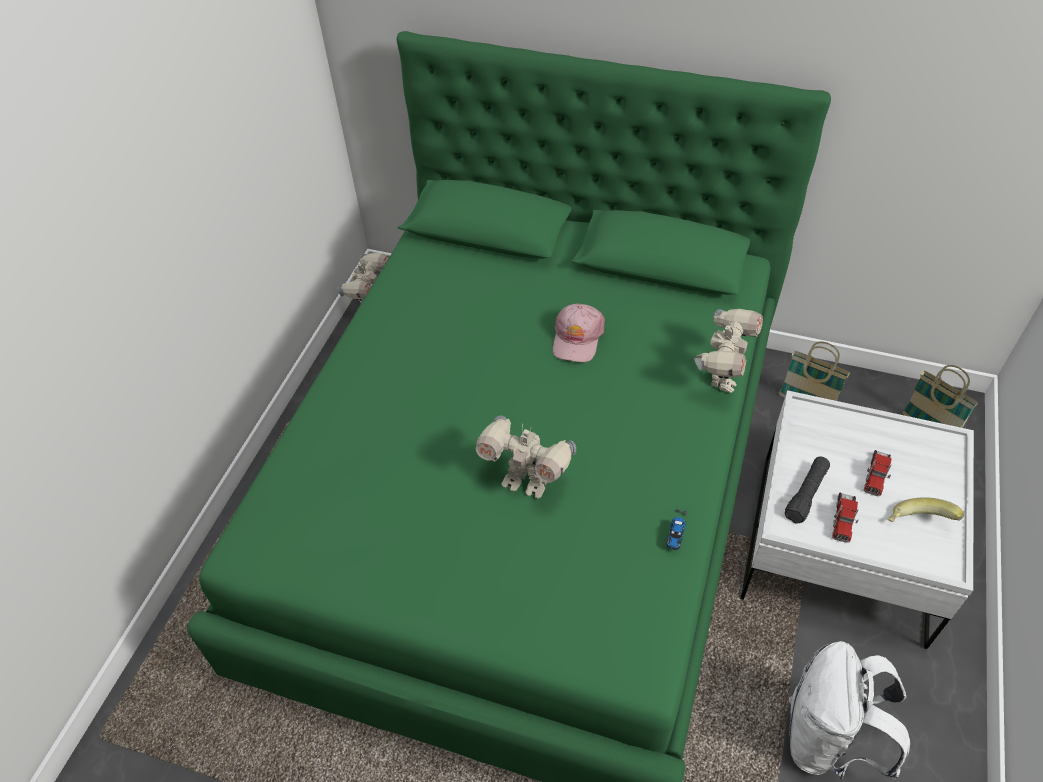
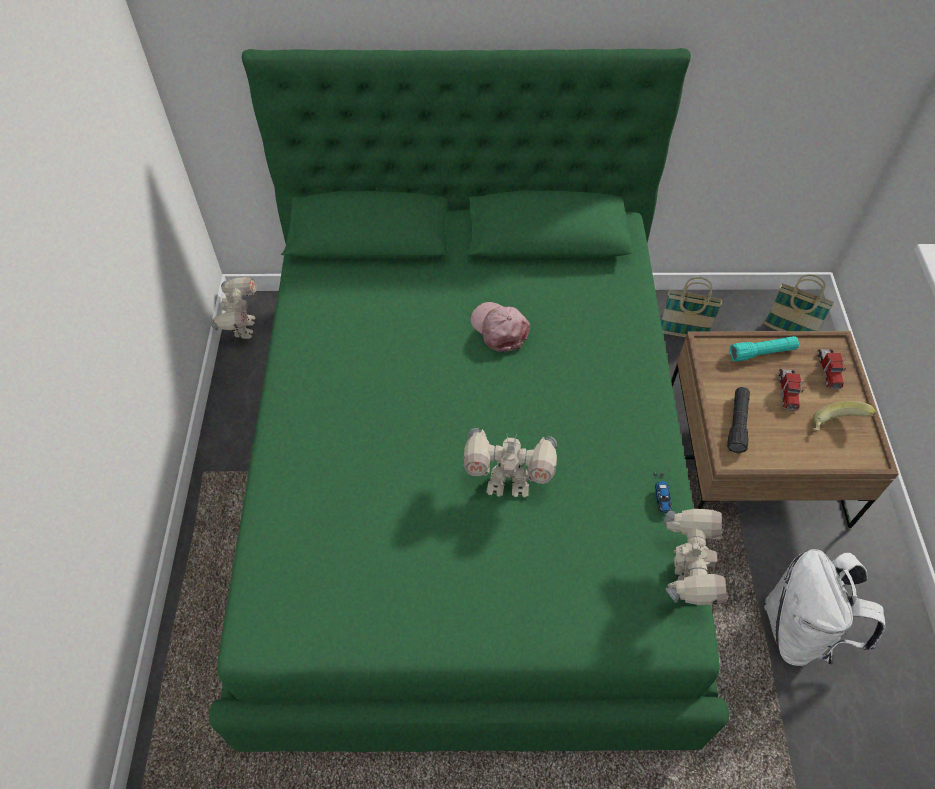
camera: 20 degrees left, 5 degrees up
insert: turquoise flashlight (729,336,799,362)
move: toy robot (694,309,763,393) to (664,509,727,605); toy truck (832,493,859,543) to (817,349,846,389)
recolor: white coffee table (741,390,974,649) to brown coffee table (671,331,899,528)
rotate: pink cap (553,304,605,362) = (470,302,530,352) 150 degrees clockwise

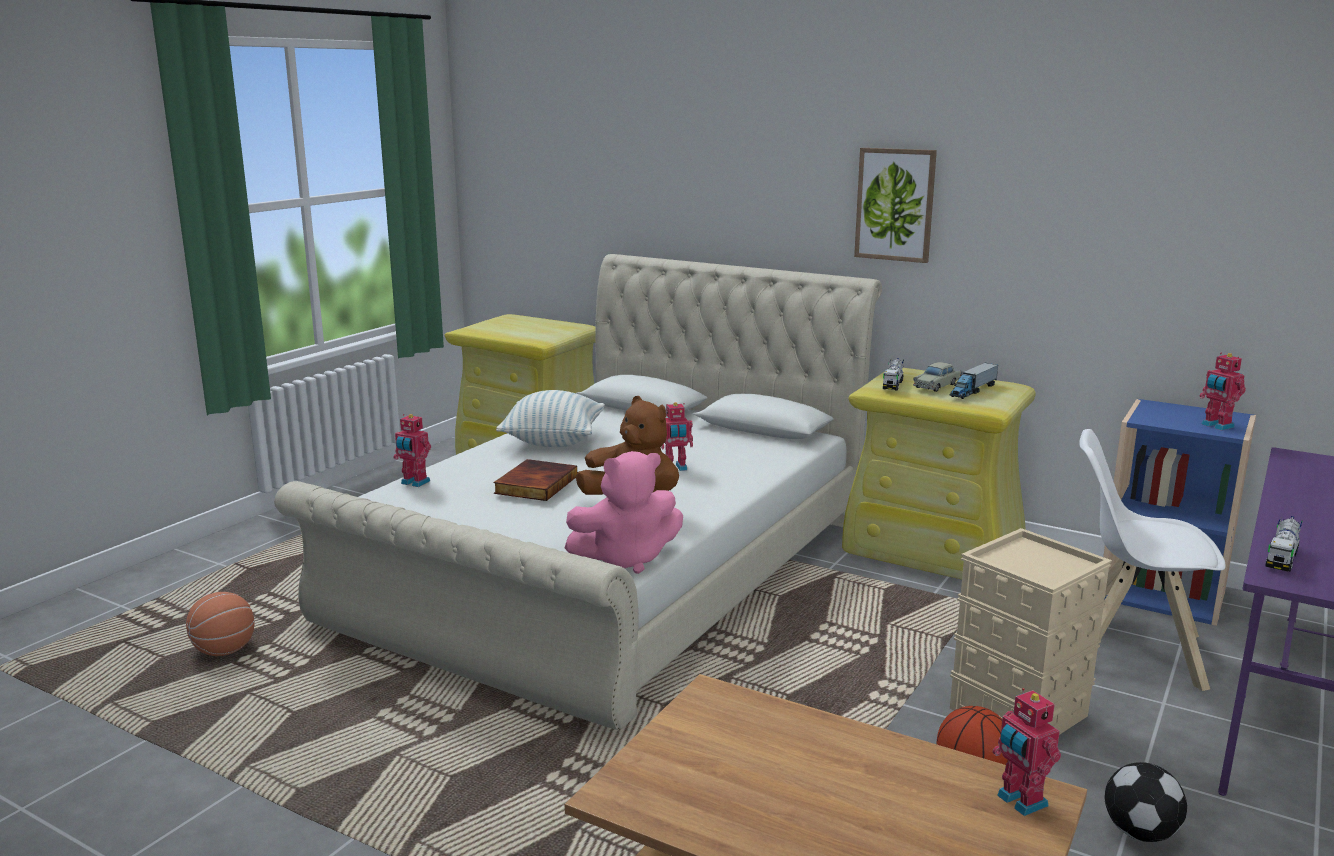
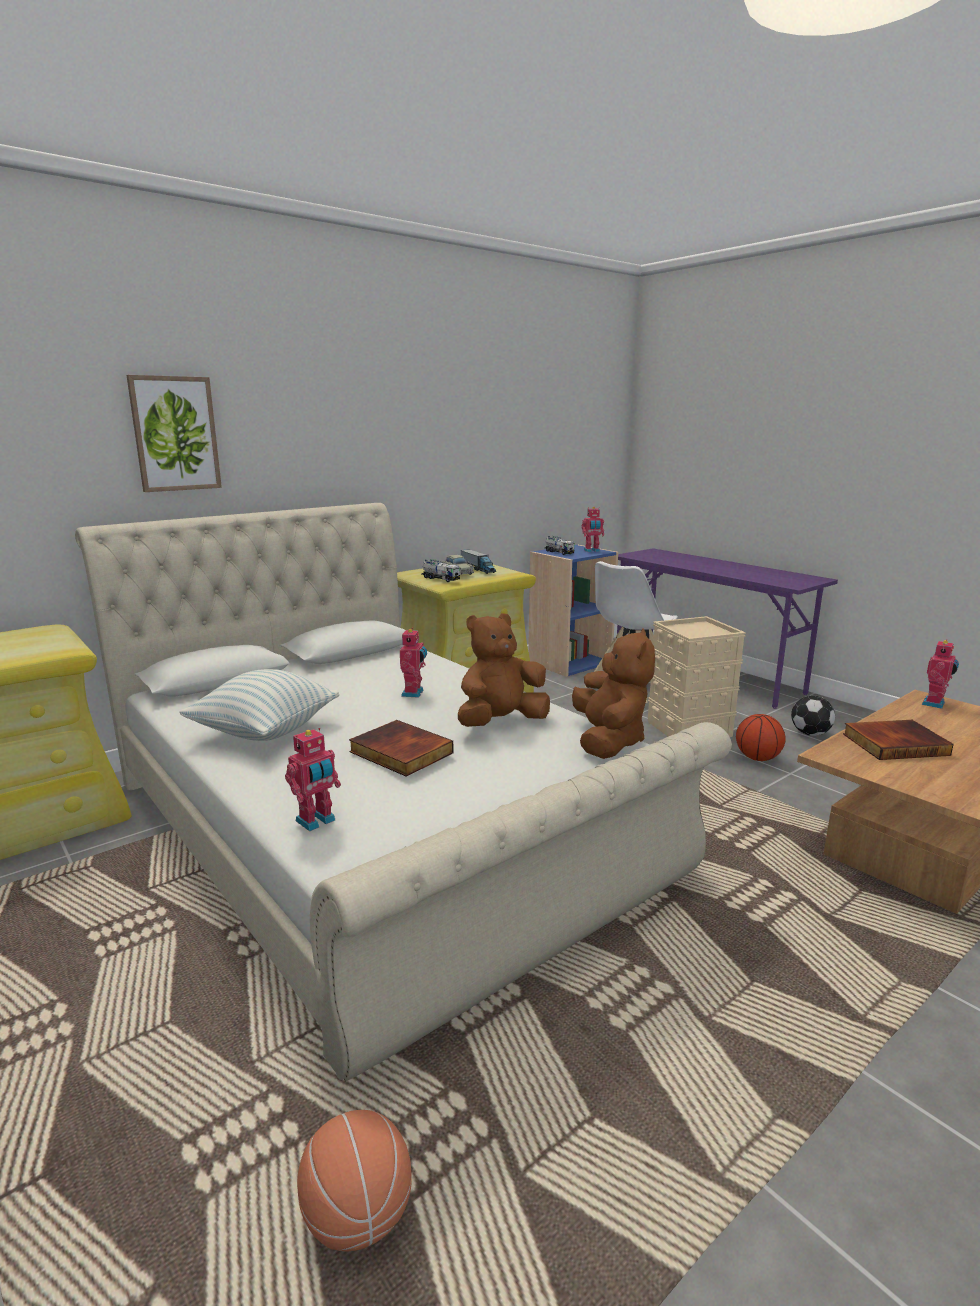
camera: 70 degrees left, 0 degrees up
insert: book (843,720,954,760)
move: picture (854,148,937,263) to (127,375,222,492); toy truck (1265,516,1303,572) to (544,536,575,555)
recolor: pink plush toy (564,451,683,574) to brown plush toy (572,628,655,759)
rotate: toy robot (993,688,1061,816) = (922,639,959,709) 45 degrees counterclockwise

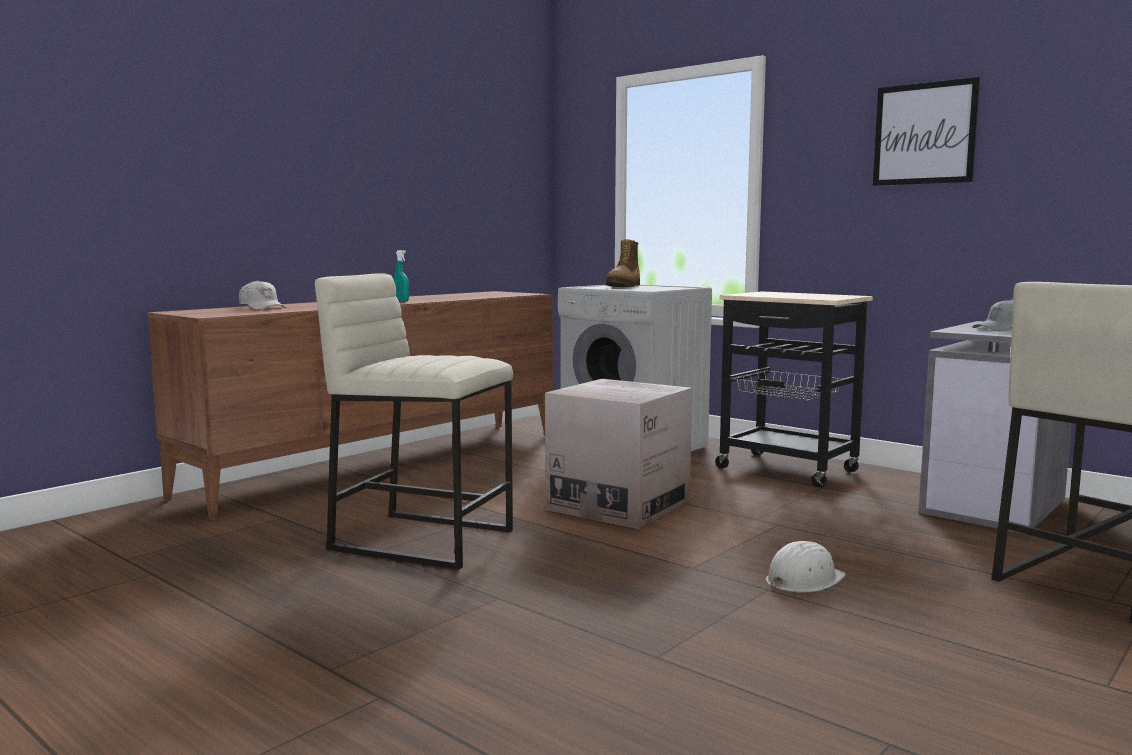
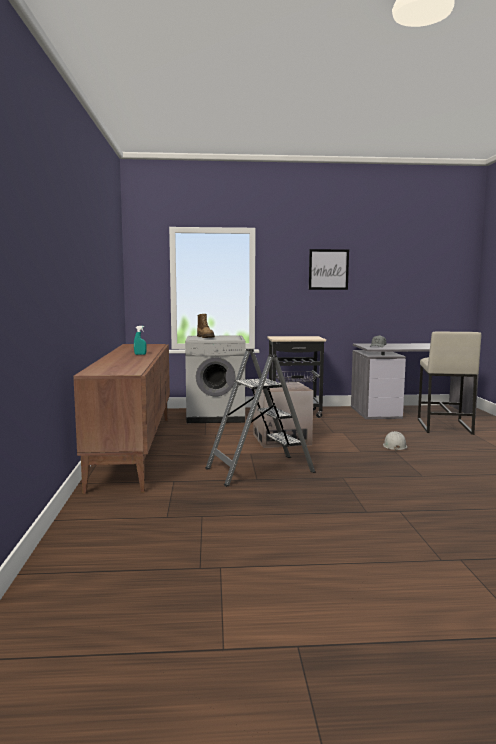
camera: 45 degrees left, 0 degrees up
delete: white cap (239,280,286,310)
replace: beige stool (315,273,513,570) to grey step ladder (205,349,316,487)

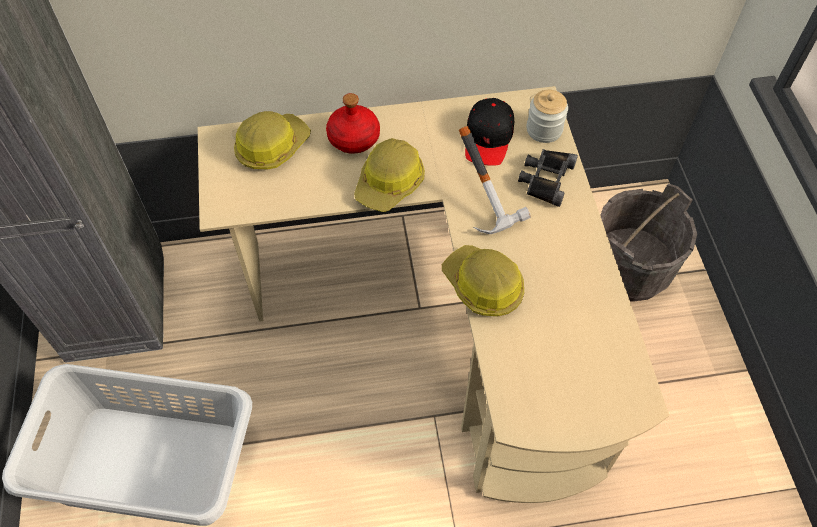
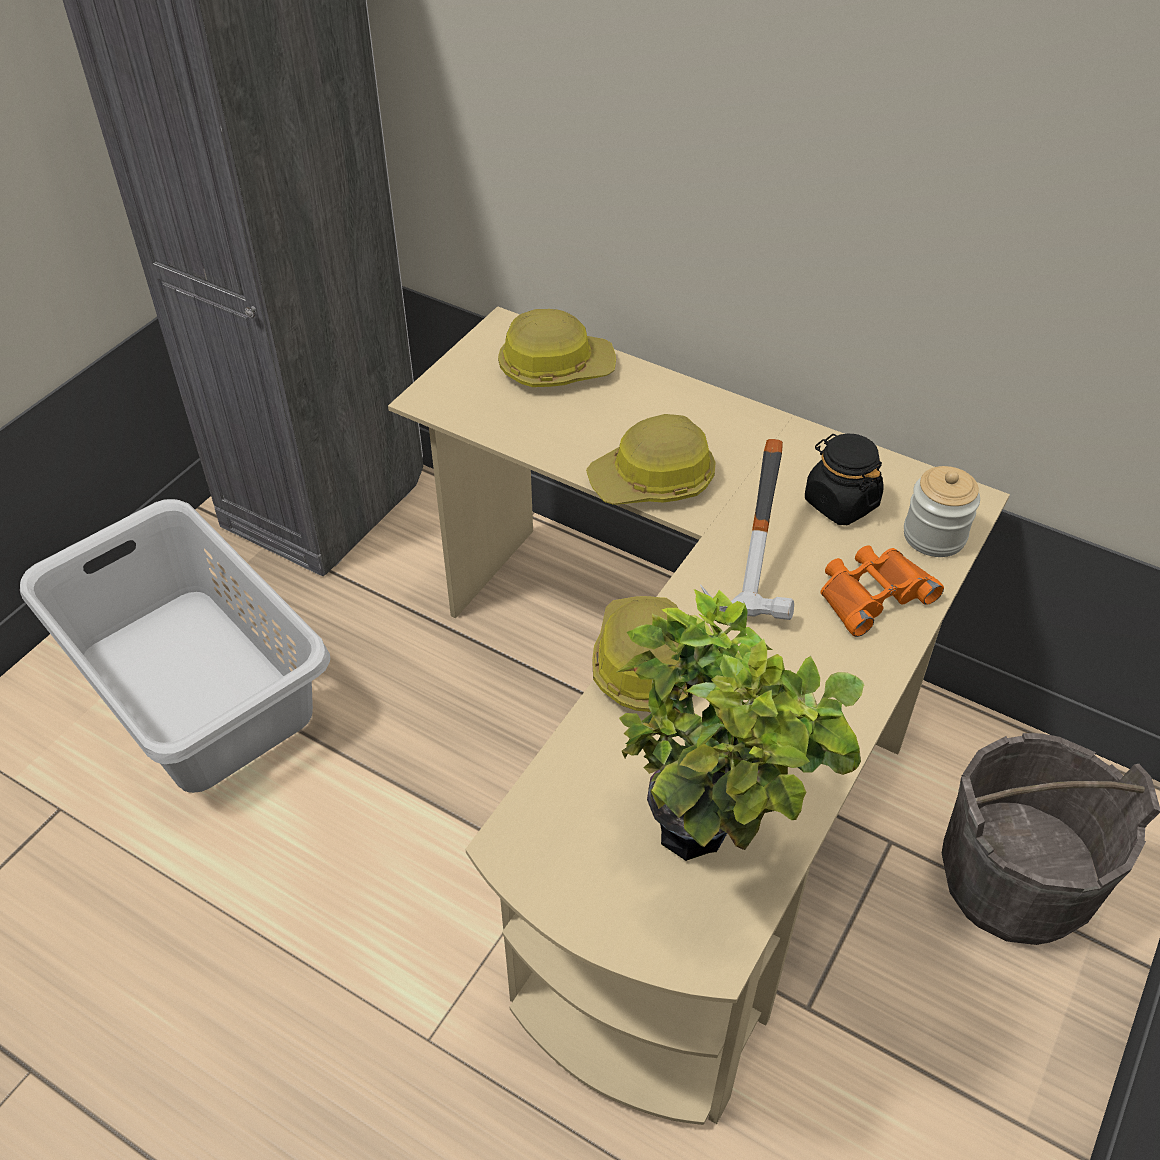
camera: 40 degrees right, 10 degrees down
delete: red bottle (326,93,380,154)
insert: potted plant (617,589,864,861)
replace: black cap (465,98,514,166) to black jar (805,434,883,525)
recolor: black binoculars (518,149,578,207) to orange binoculars (820,545,944,637)

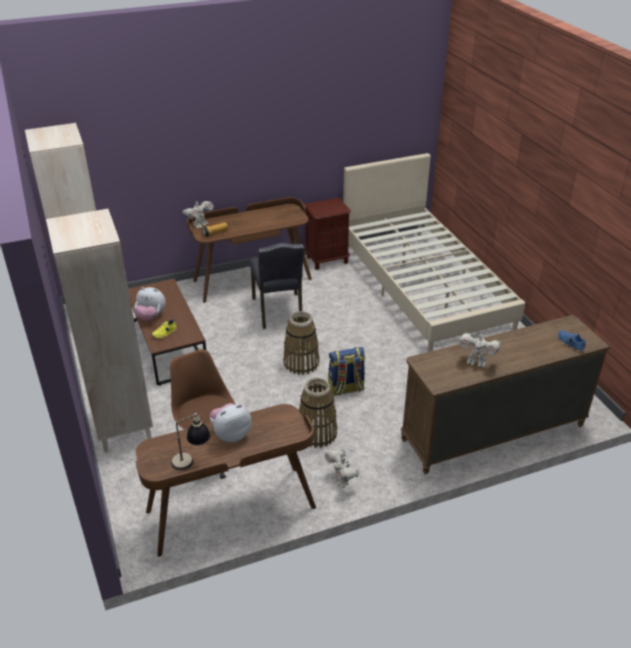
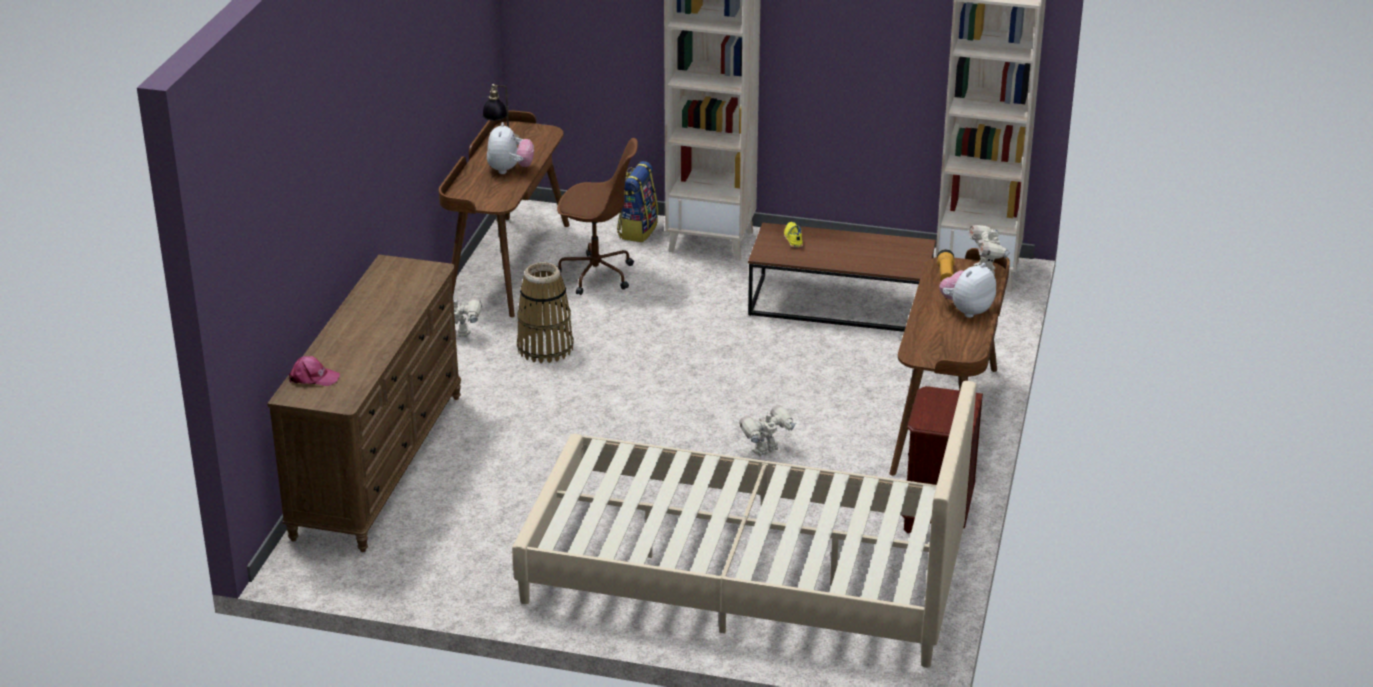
camera: 125 degrees right, 5 degrees down
delete: grey chair (250,243,304,329); basket (283,311,320,375)
move: plush toy (134,287,166,321) to (939,263,996,318); backpack (328,347,365,396) to (617,161,658,242); toy robot (459,333,501,367) to (739,405,796,456)
replace: blue shoe (558,330,586,352) to pink cap (289,356,340,386)

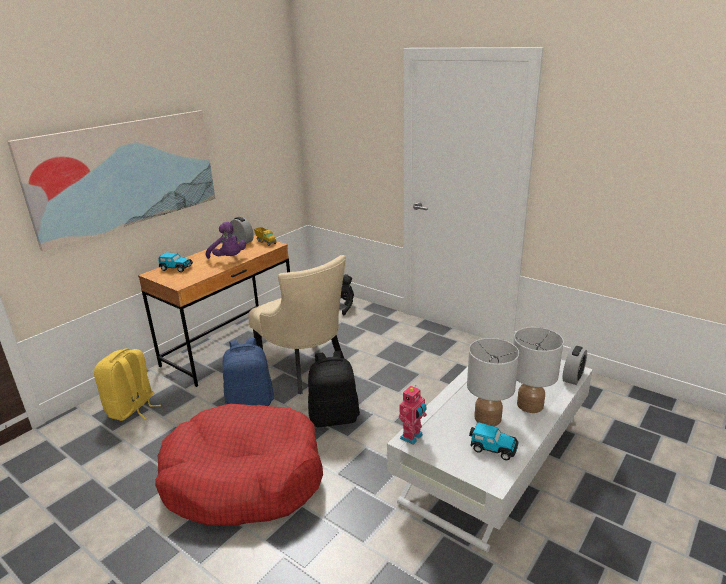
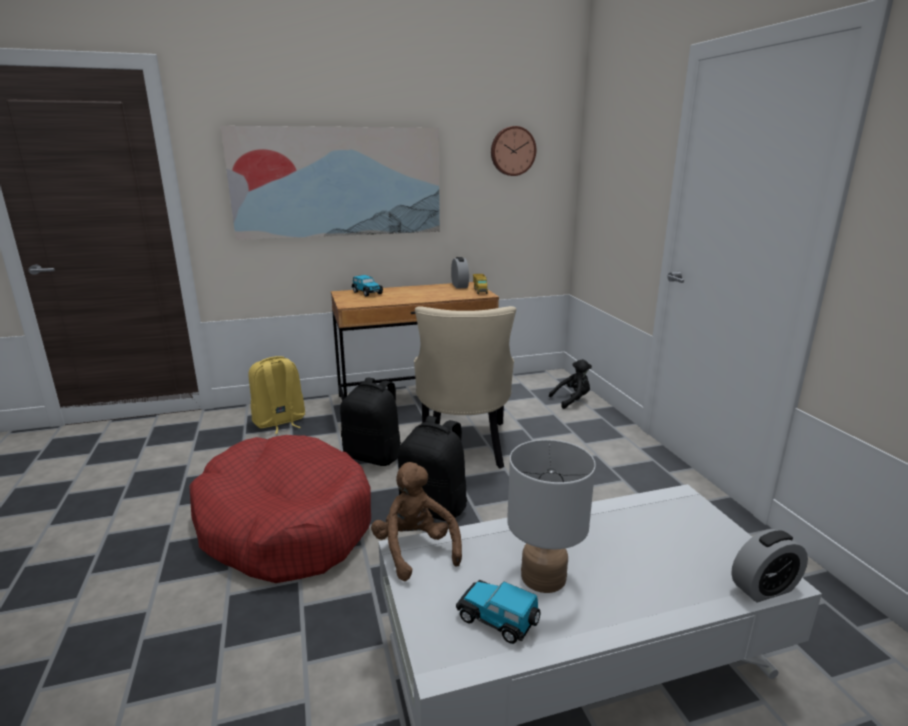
camera: 35 degrees right, 5 degrees down
delete: purple plush toy (206,222,246,259); grey table lamp (514,327,564,413)
insert: wall clock (491,126,536,176)
replace: toy robot (399,385,427,445) to brown plush toy (371,462,462,581)
recolor: blue backpack (222,338,274,406) to black backpack (340,377,401,466)
rotate: toy car (469,422,519,460) = (456,580,540,644) 150 degrees clockwise

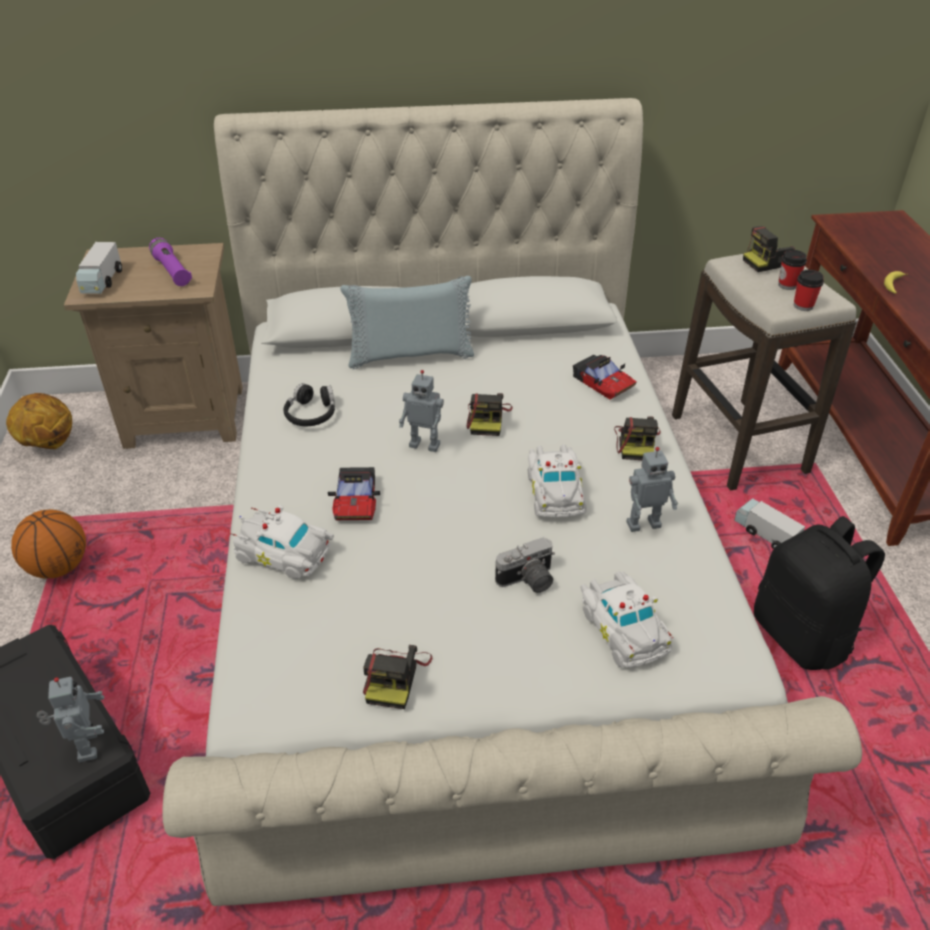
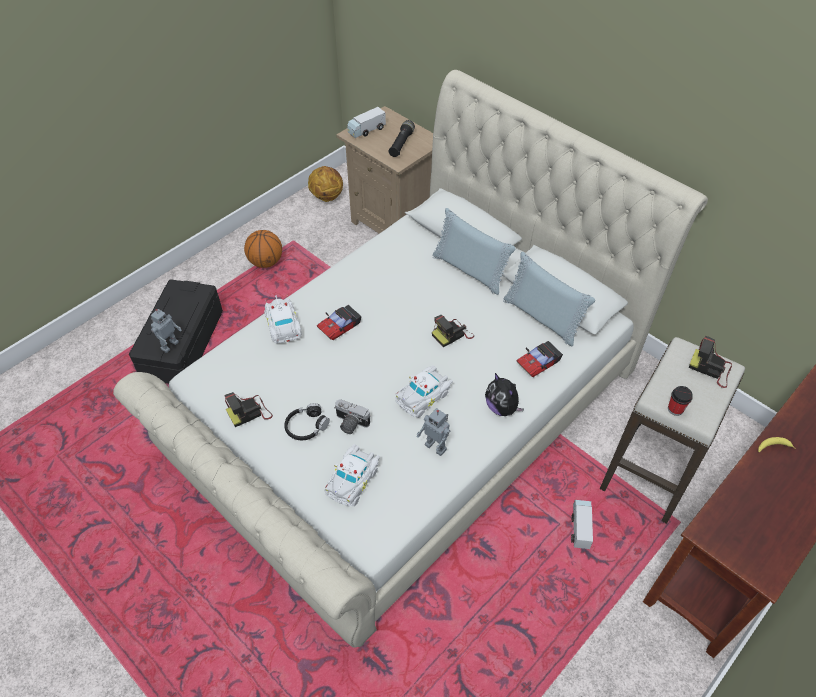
camera: 50 degrees right, 10 degrees up
delete: toy robot (399,370,444,452); black backpack (754,516,885,670); cup (778,250,807,290)
insert: blue pillow (503,252,595,346)
move: black headphones (283,383,335,426) to (284,403,330,440)
replace: photo camera (614,416,661,460) to plush toy (485,373,524,416)
recolor: purple flashlight (149,238,192,286) to black flashlight (388,120,415,157)
rotate: toy car (573,355,636,400) = (516,341,563,377) 45 degrees clockwise

